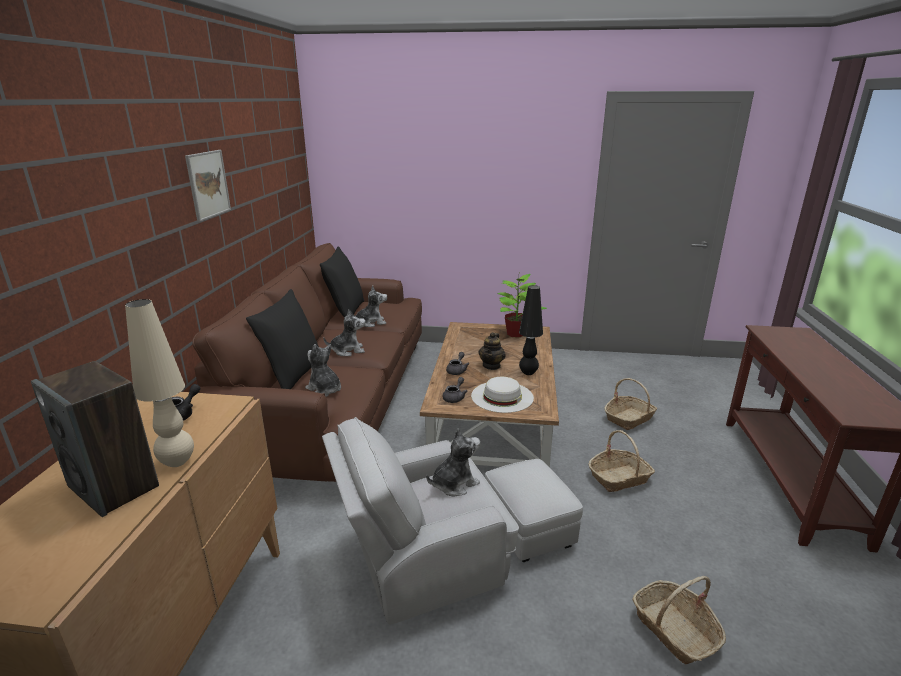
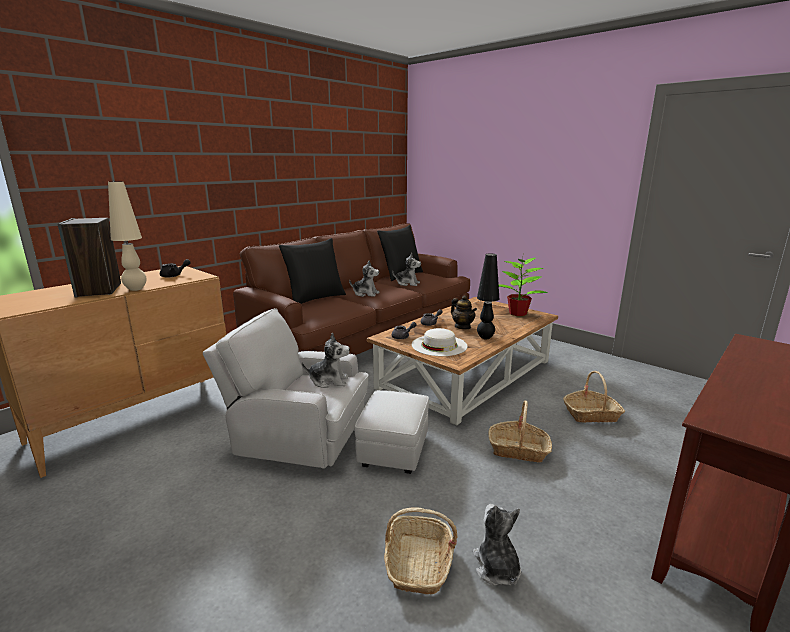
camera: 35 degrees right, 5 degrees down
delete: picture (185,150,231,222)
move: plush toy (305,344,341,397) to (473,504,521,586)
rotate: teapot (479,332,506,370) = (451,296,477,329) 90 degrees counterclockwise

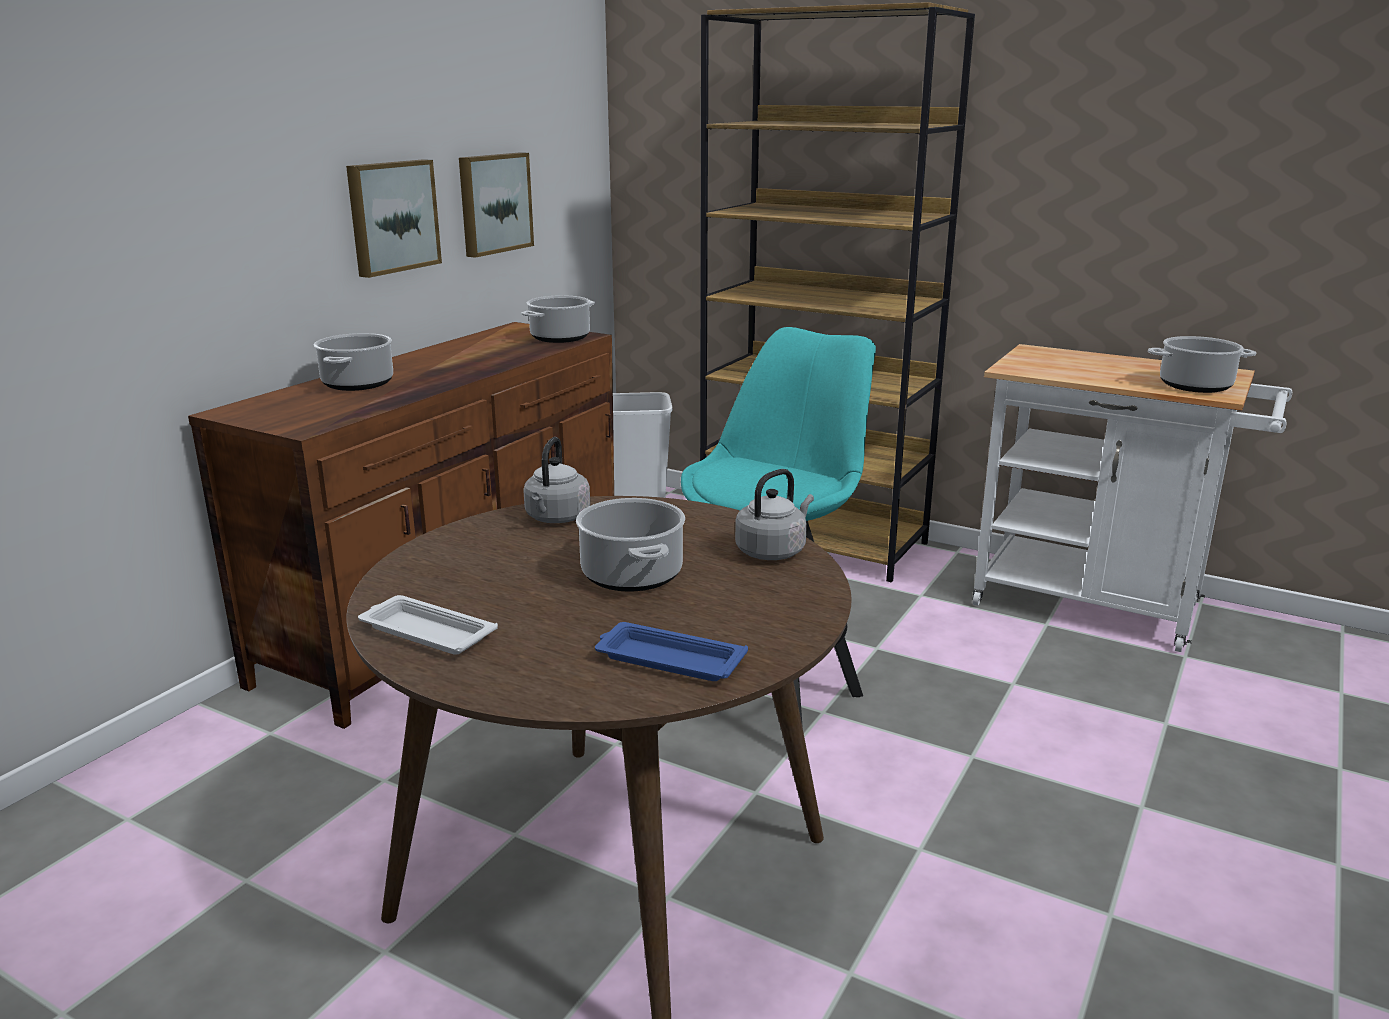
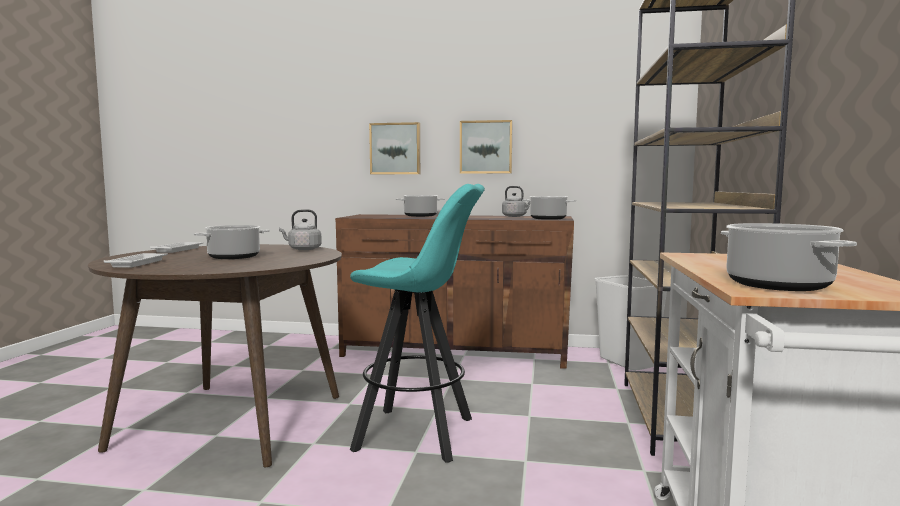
camera: 70 degrees right, 15 degrees down
move: picture (459,152,534,258) to (369,122,420,174); grey kettle (735,469,814,560) to (502,186,530,217)
recolor: blue tray (595,622,748,681) to white tray (104,253,168,268)

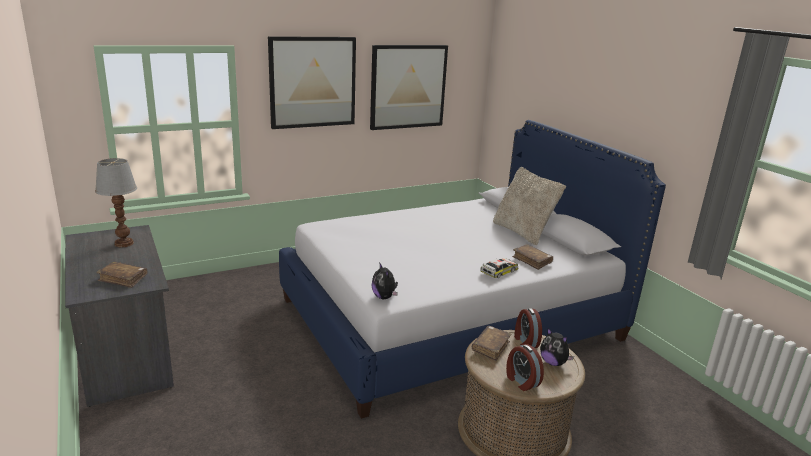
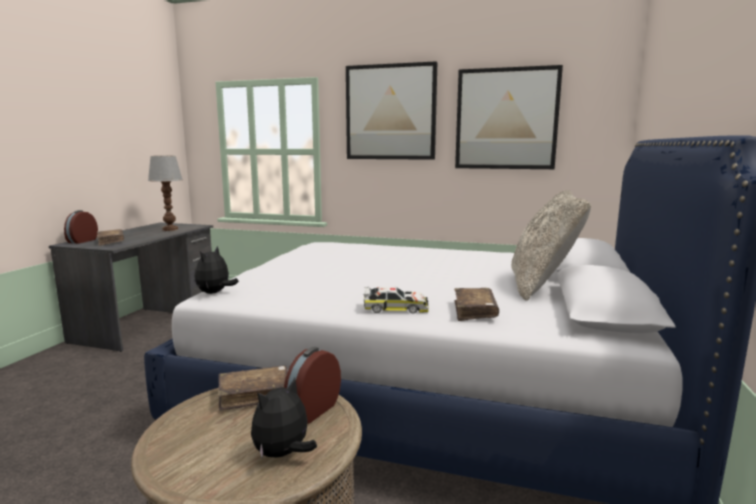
camera: 45 degrees right, 10 degrees down
move: alarm clock (506,344,544,391) to (64,210,98,244)
rotate: plush toy (540,328,574,366) = (251,378,317,458) 45 degrees clockwise

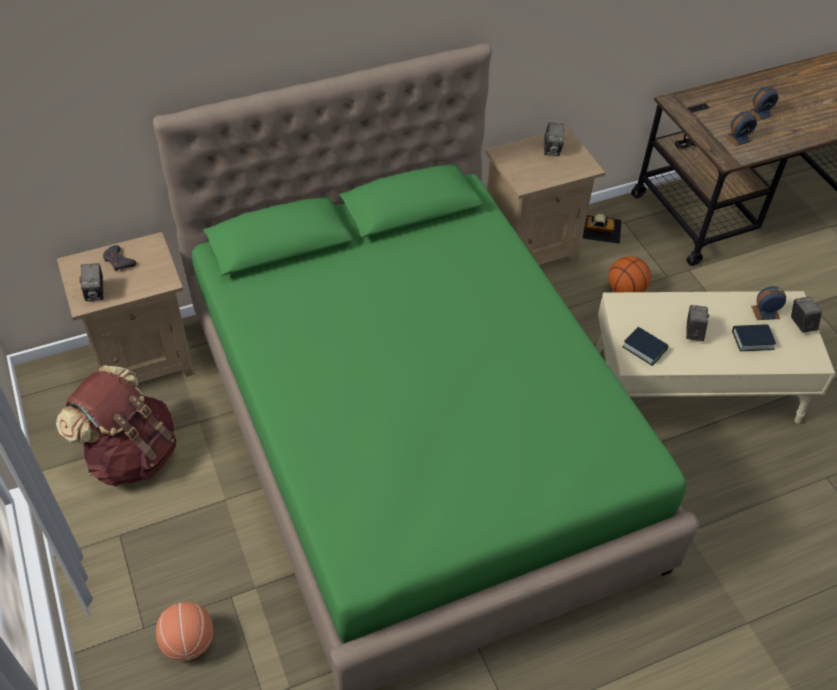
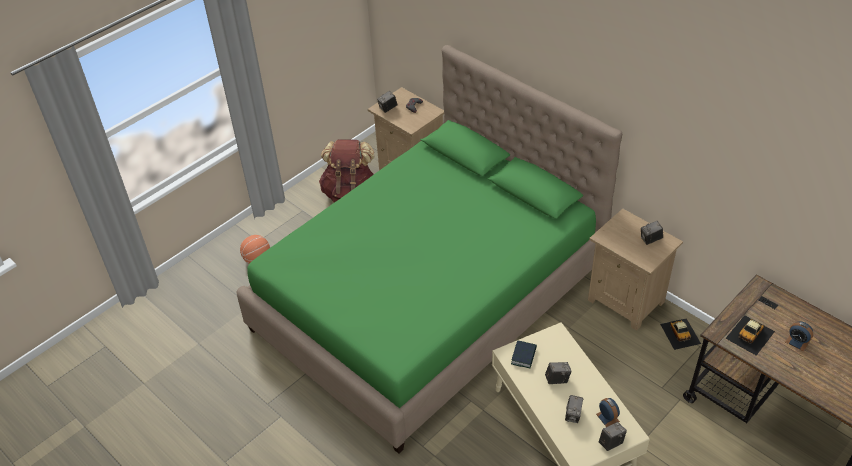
camera: 70 degrees right, 5 degrees down
delete: basketball (608,256,651,292)
replace: alarm clock (725,111,757,147) to toy car (725,315,775,355); book (732,324,776,351) to photo camera (565,395,584,423)

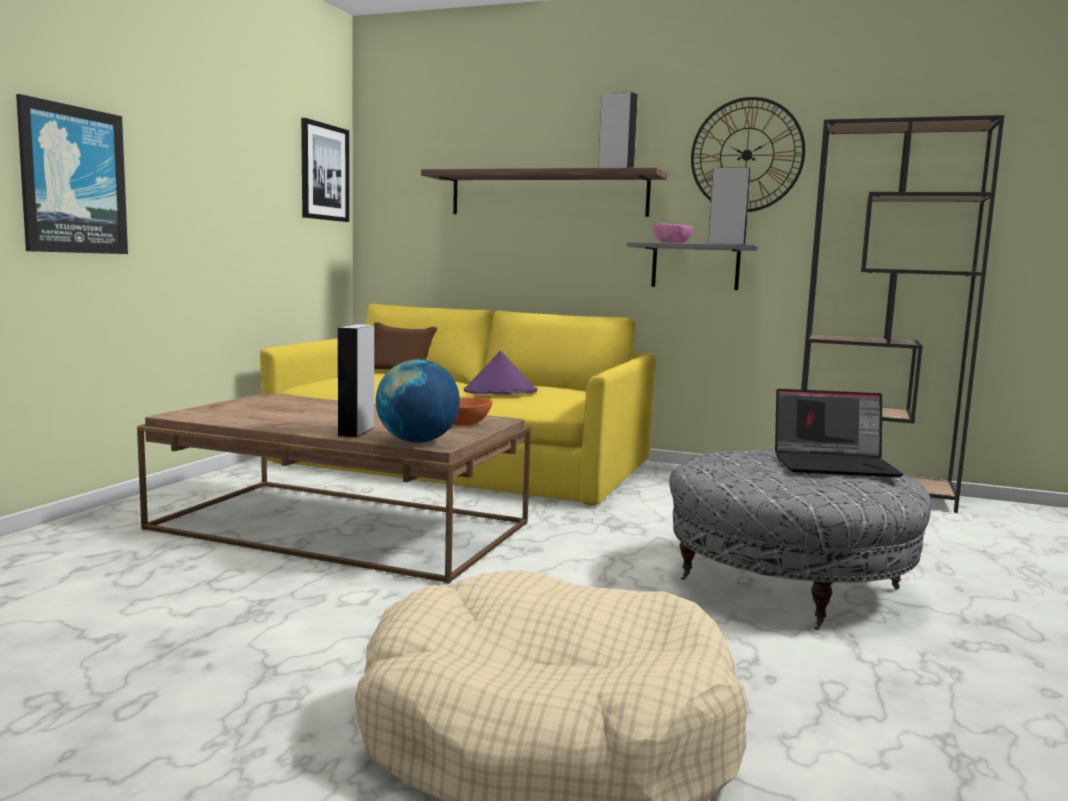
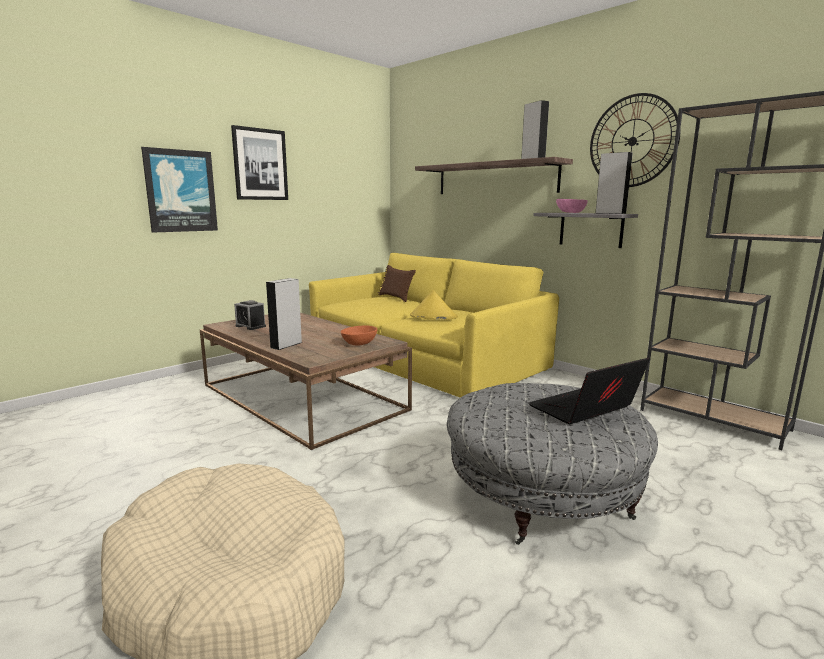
camera: 25 degrees right, 5 degrees up
delete: globe (376,359,460,443)
insert: alarm clock (234,300,266,330)
move: picture (301,118,349,222) to (231,125,288,200)
recolor: purple hat (464,351,538,394) to yellow hat (410,290,458,320)
rotate: laptop (775,389,904,477) = (528,358,650,424) 120 degrees clockwise

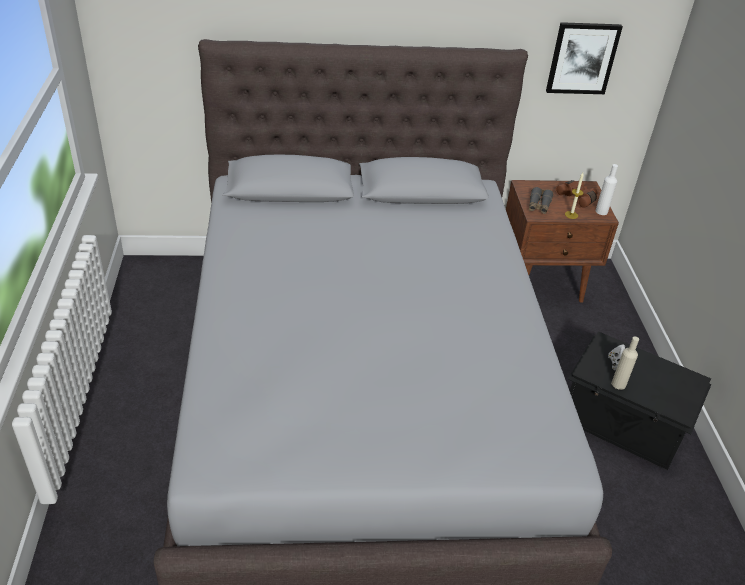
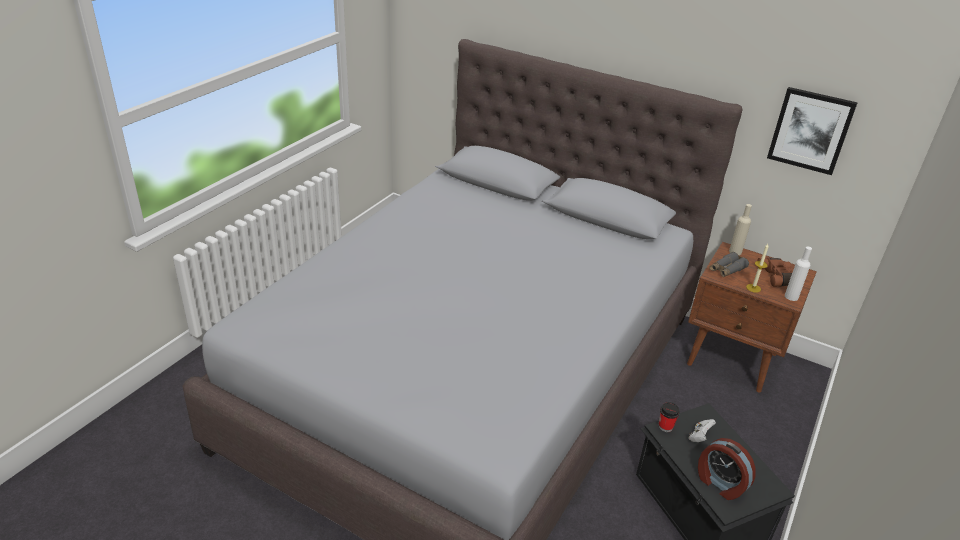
camera: 35 degrees right, 5 degrees down
insert: cup (659,402,680,432); alarm clock (698,438,756,500)
move: beige bottle (612,337,639,390) to (729,204,752,255)

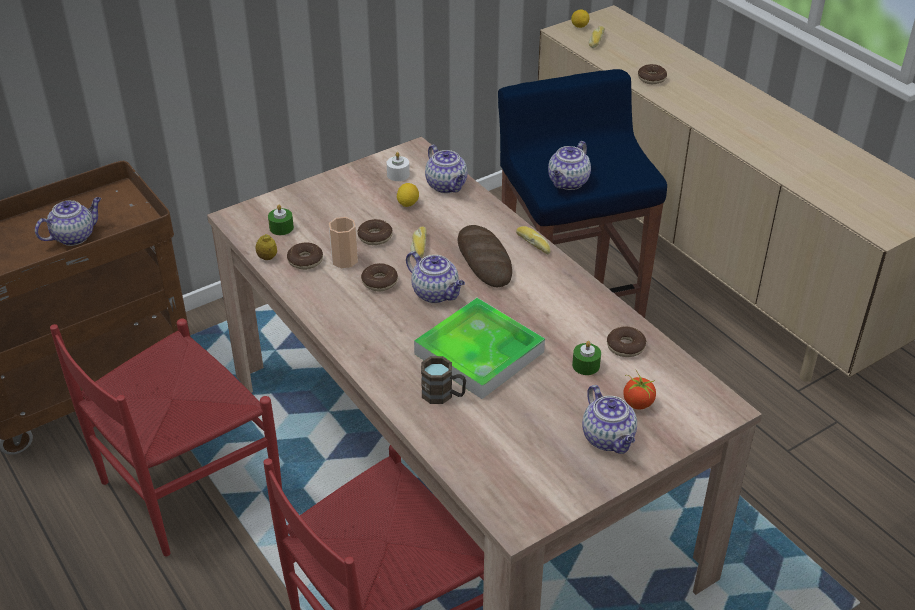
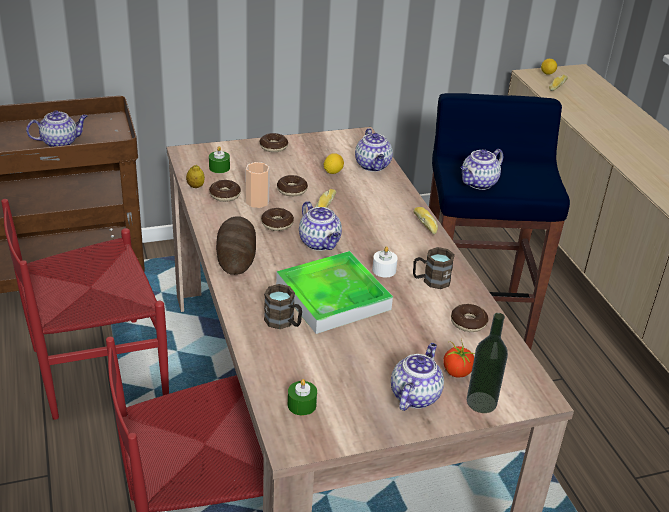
camera: 15 degrees right, 5 degrees down
insert: brown mug (413,247,455,289); bottle (467,313,508,413)
move: white candle (387,152,410,181) to (372,246,398,277); bread (458,225,512,287) to (216,216,256,275); green candle (572,341,601,375) to (288,379,317,415); donut (638,64,667,84) to (260,133,288,152)
rotate: teapot (582,385,637,454) = (391,343,444,411) 150 degrees counterclockwise

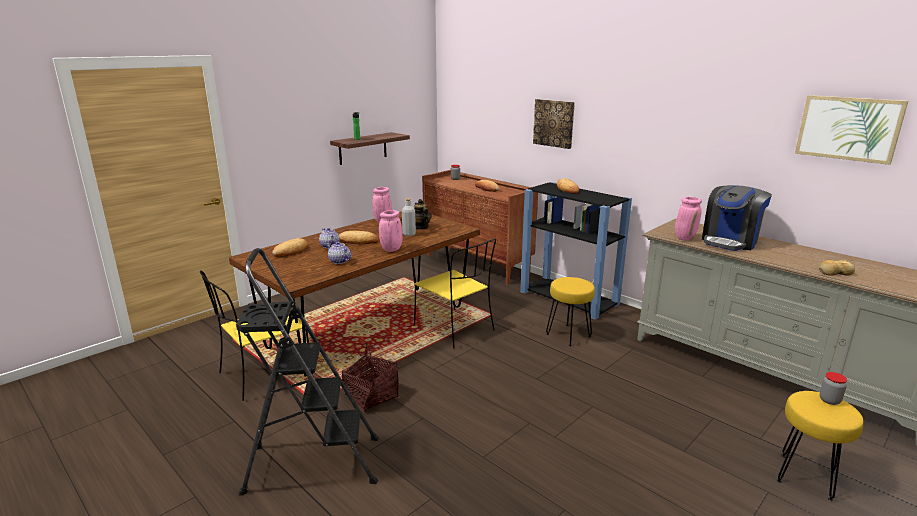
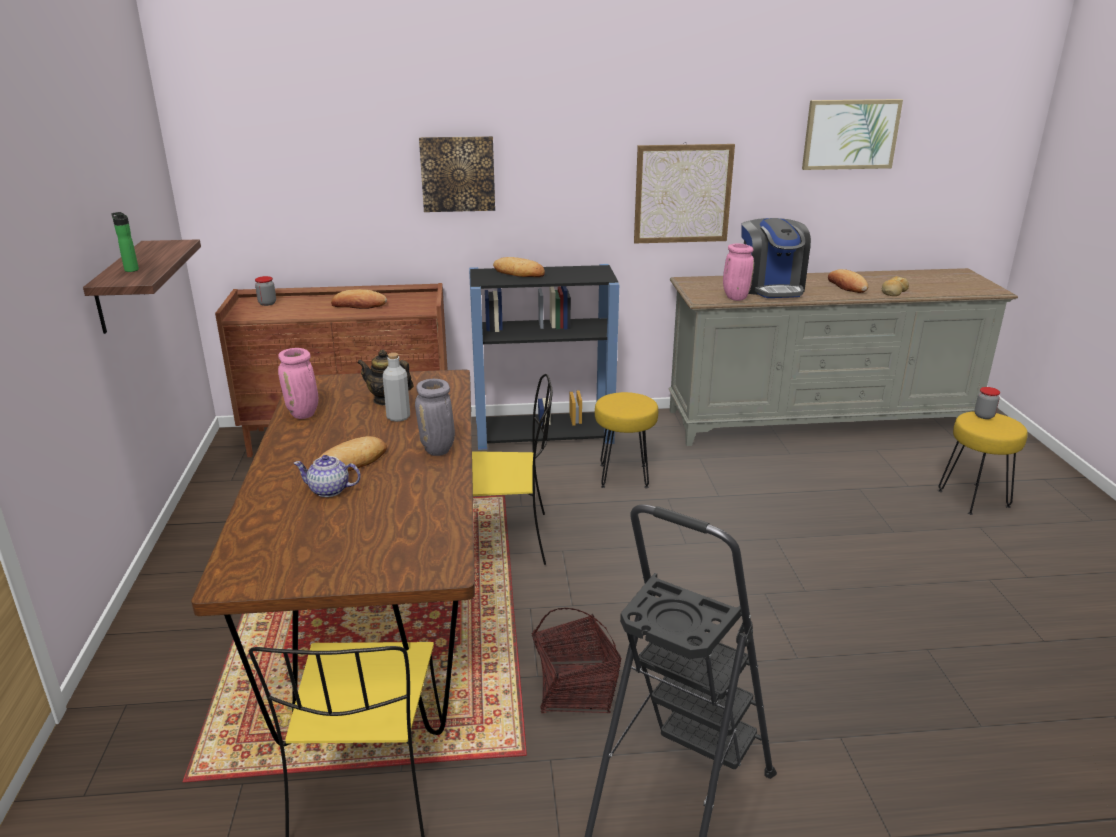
camera: 50 degrees left, 5 degrees up
delete: teapot (326,242,352,264)
insert: picture (634,142,735,243)
move: bread (272,238,308,257) to (828,269,868,293)
recolor: pink vase (379,210,403,252) to grey vase (415,379,455,456)

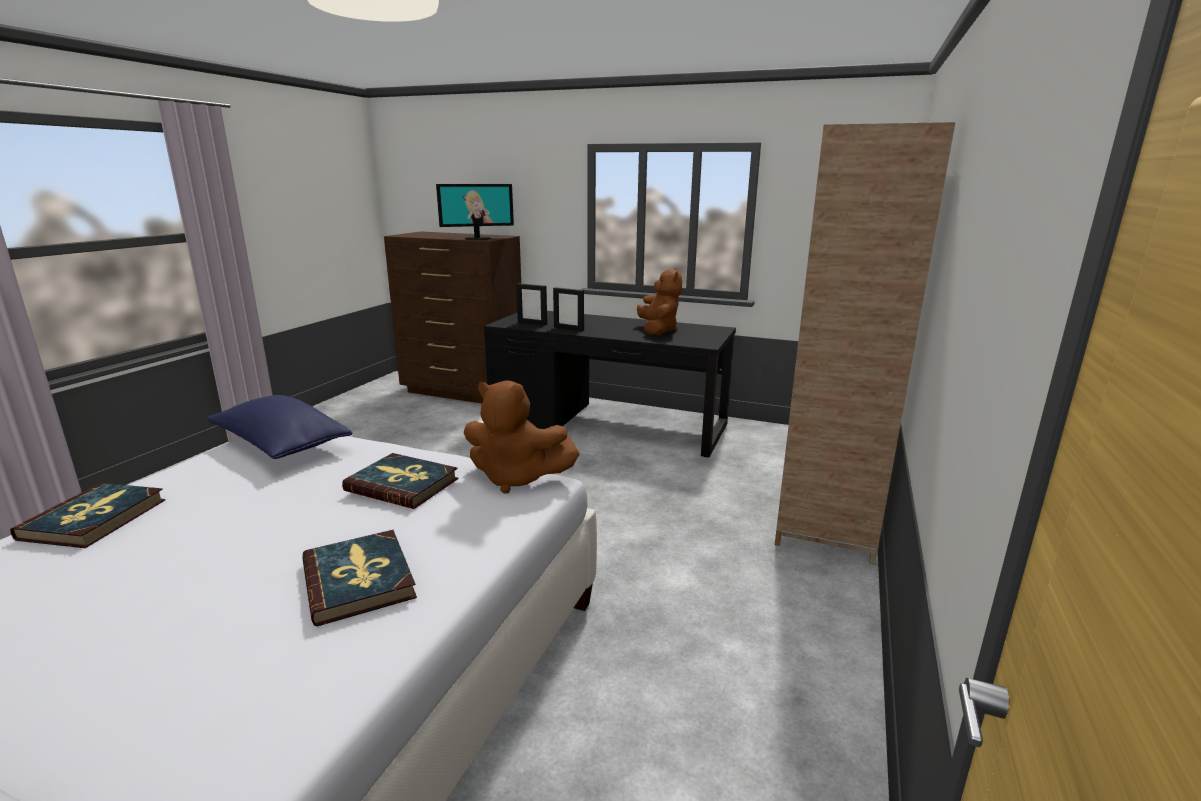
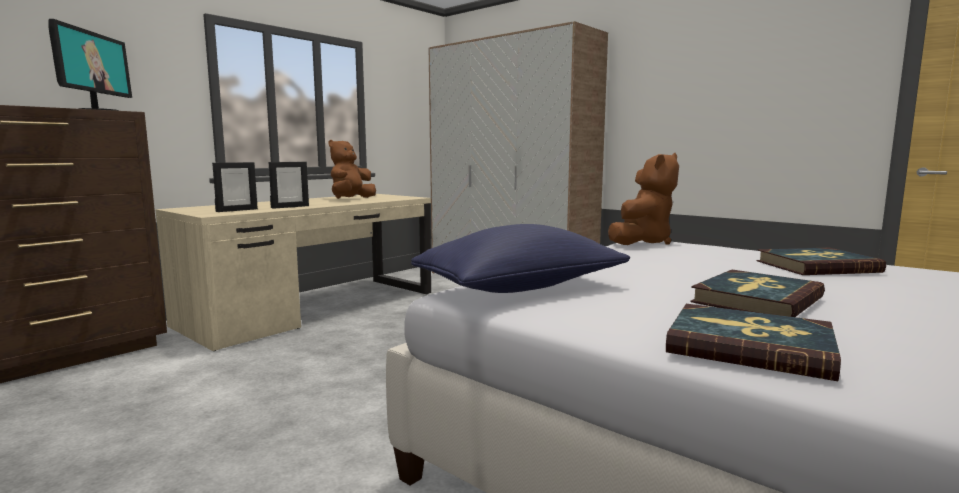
camera: 70 degrees left, 10 degrees down
move: book (342,453,458,509) to (690,270,825,317)
recolor: black desk (484,311,736,457) to beige desk (155,194,431,351)
rotate: brown plush toy (637,267,682,335) = (329,140,376,199) 75 degrees counterclockwise

